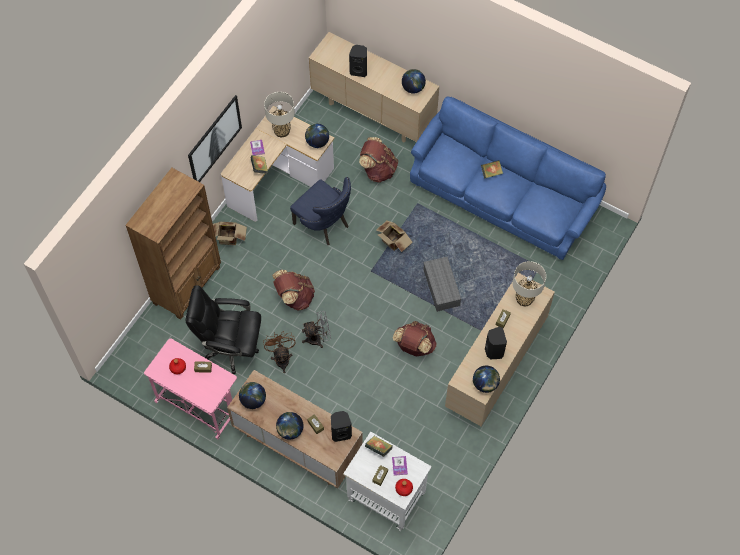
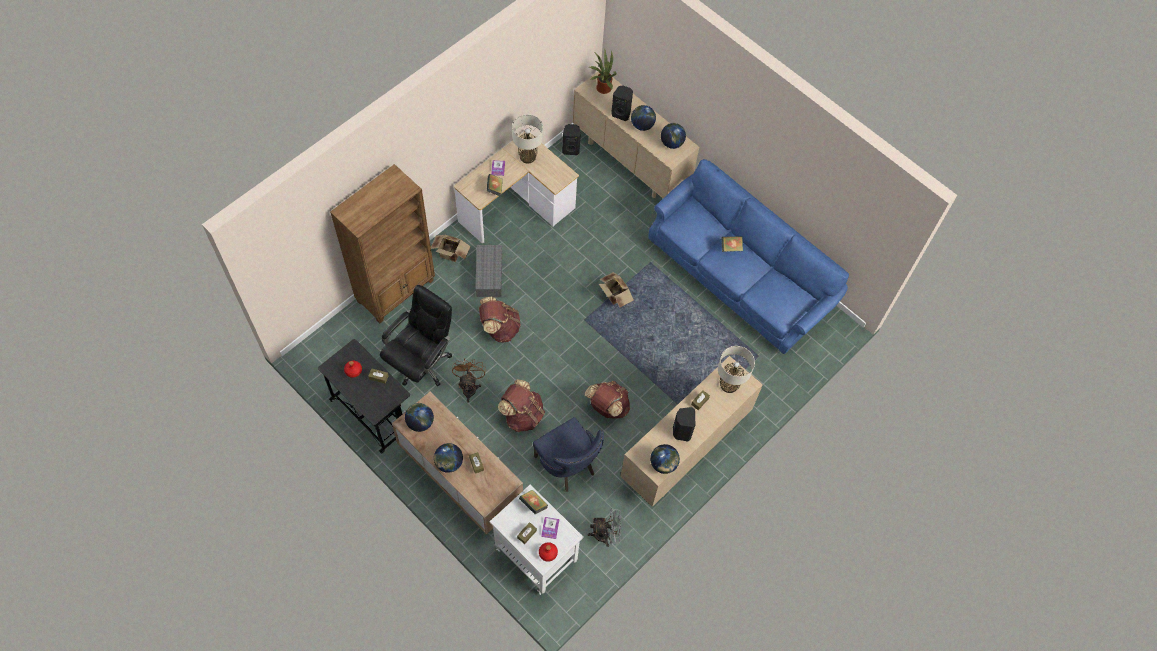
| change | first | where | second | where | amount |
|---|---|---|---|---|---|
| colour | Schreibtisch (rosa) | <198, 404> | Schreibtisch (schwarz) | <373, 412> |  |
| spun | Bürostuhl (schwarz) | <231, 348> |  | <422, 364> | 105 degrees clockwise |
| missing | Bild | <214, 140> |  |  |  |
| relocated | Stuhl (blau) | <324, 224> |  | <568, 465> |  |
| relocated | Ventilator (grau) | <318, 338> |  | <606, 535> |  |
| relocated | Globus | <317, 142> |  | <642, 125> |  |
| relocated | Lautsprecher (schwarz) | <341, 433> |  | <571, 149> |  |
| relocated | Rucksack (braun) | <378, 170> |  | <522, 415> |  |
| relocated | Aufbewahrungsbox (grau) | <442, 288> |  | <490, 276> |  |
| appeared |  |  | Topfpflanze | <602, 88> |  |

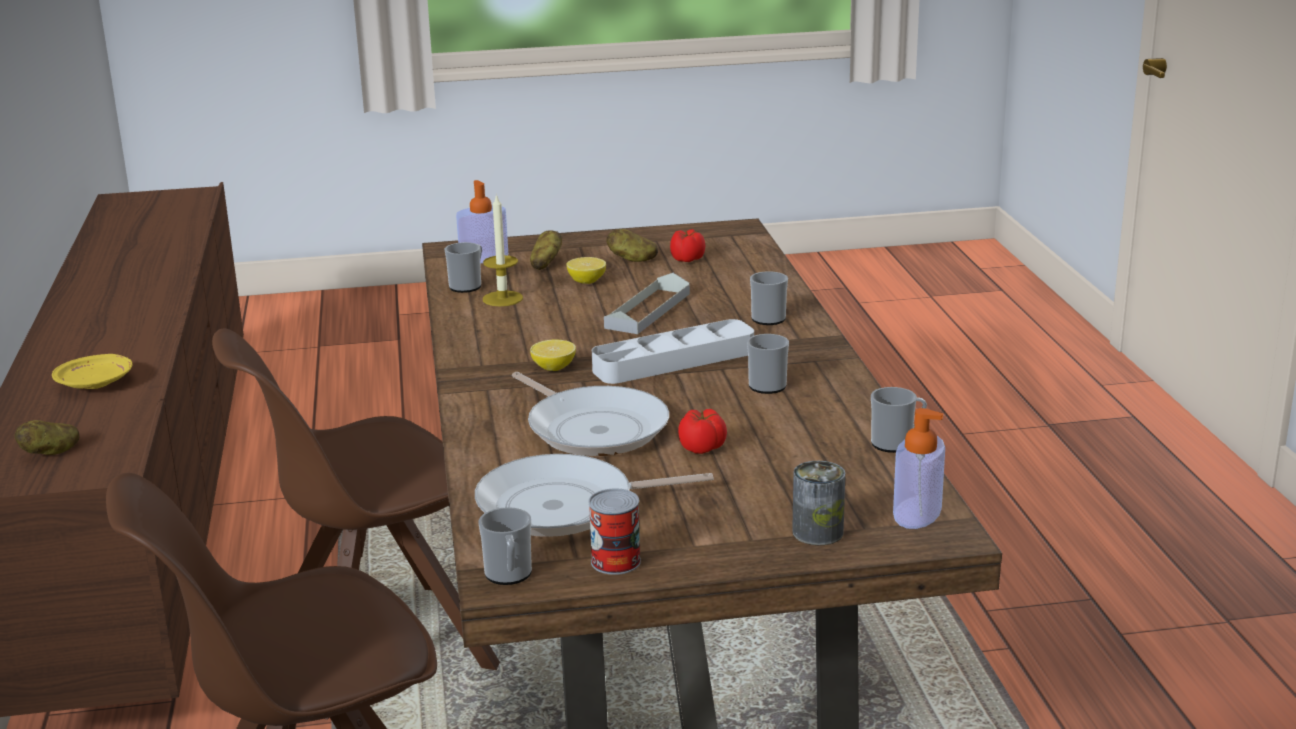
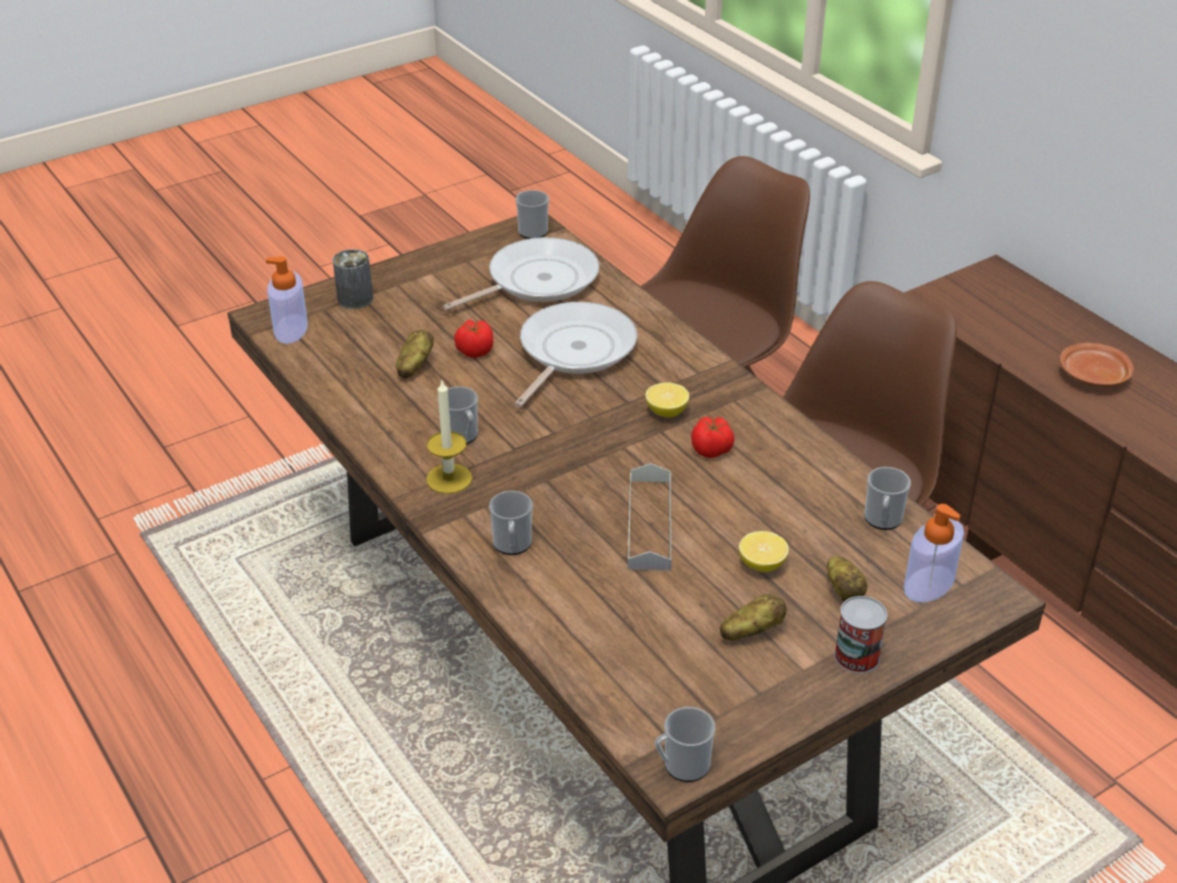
| change | first | where | second | where | amount |
|---|---|---|---|---|---|
| relocated | Kartoffel | <50, 452> |  | <414, 366> |  |
| colour | Teller (gelb) | <96, 383> | Teller (braun) | <1093, 376> |  |
| relocated | Kerze | <502, 298> |  | <449, 478> |  |
| spun | Pfanne | <593, 428> |  | <573, 351> | 90 degrees clockwise |
| relocated | Dose | <615, 561> |  | <856, 656> |  |
| missing | Tablett (grau) | <674, 360> |  |  |  |
| relocated | Tomate | <686, 259> |  | <712, 450> |  |
| relocated | Henkelbecher | <896, 443> |  | <682, 766> |  |

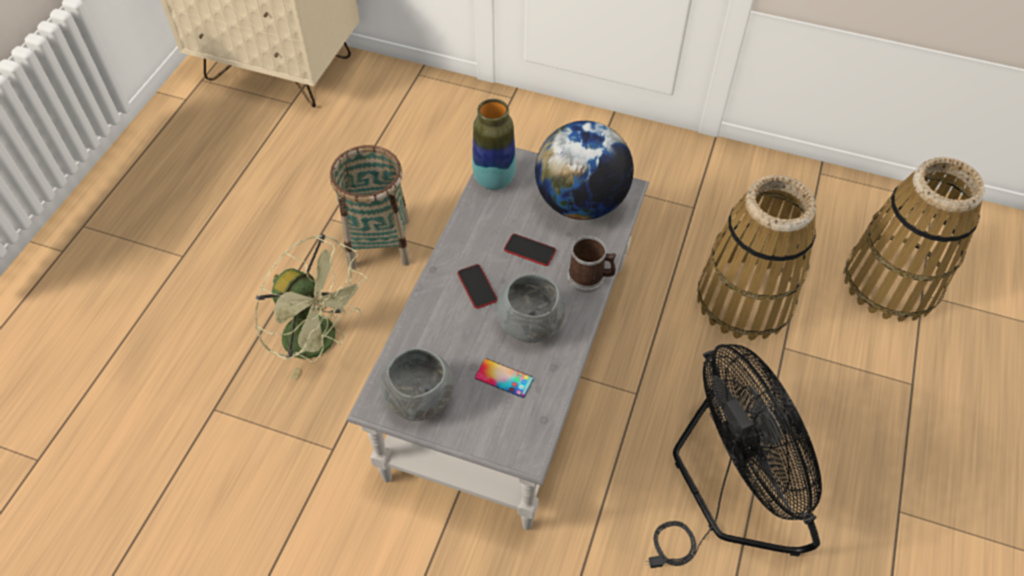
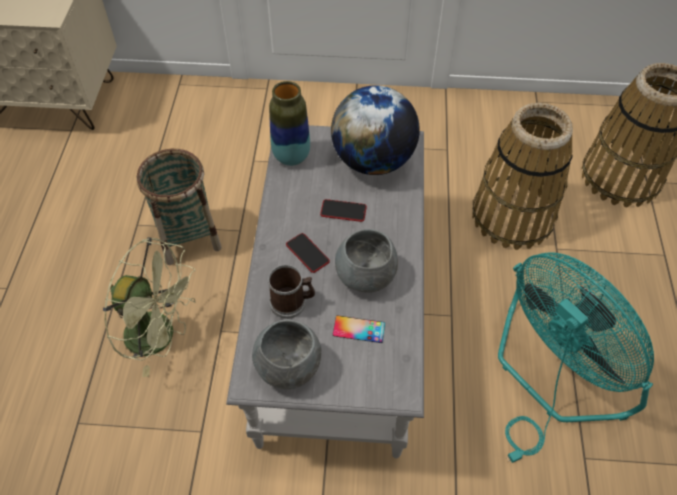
| change | first | where | second | where | amount |
|---|---|---|---|---|---|
| relocated | Henkelbecher | <590, 278> |  | <292, 302> |  |
| colour | Ventilator (schwarz) | <720, 492> | Ventilator (türkis) | <547, 382> |  |

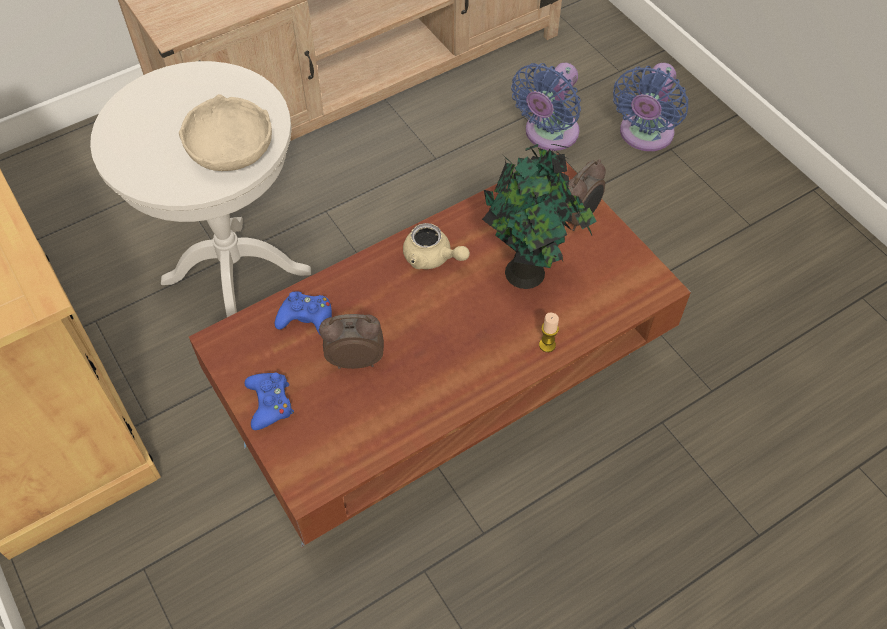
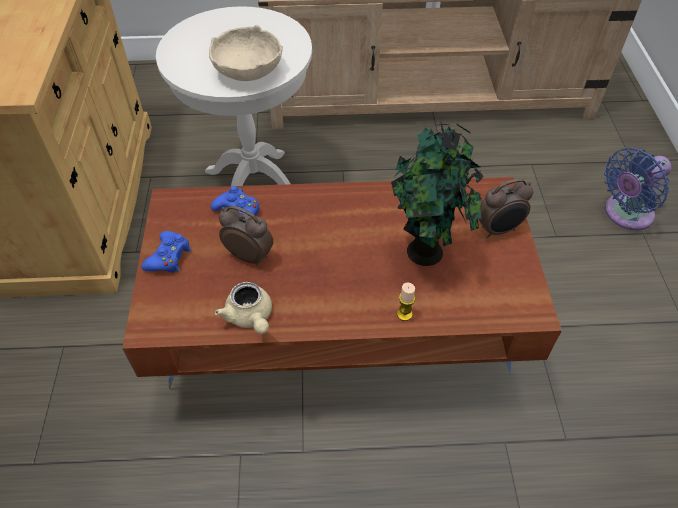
| change | first | where | second | where | amount |
|---|---|---|---|---|---|
| relocated | Teekanne (beige) | <432, 258> |  | <250, 317> |  |
| missing | Ventilator (blau) | <548, 135> |  |  |  |

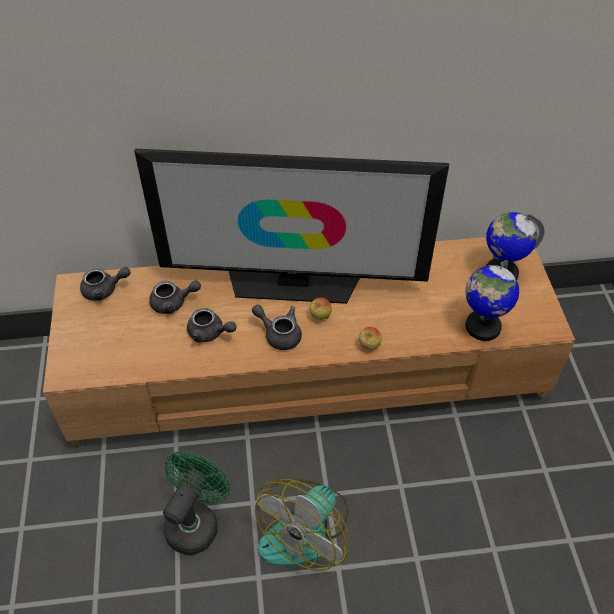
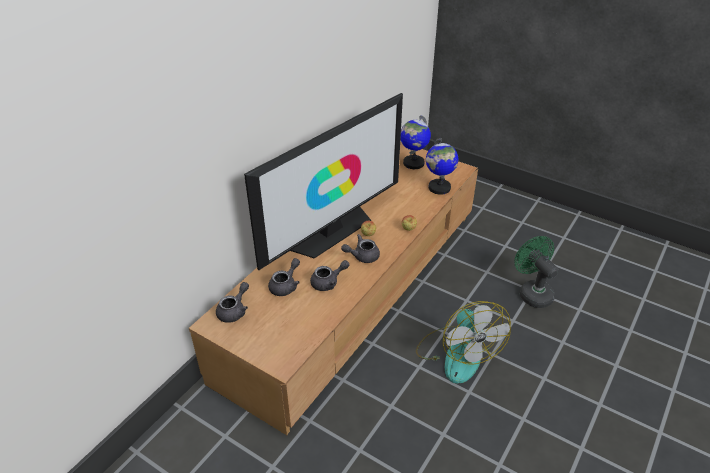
| change | first | where | second | where | amount |
|---|---|---|---|---|---|
| relocated | Ventilator (grün) | <196, 521> |  | <532, 292> |  |

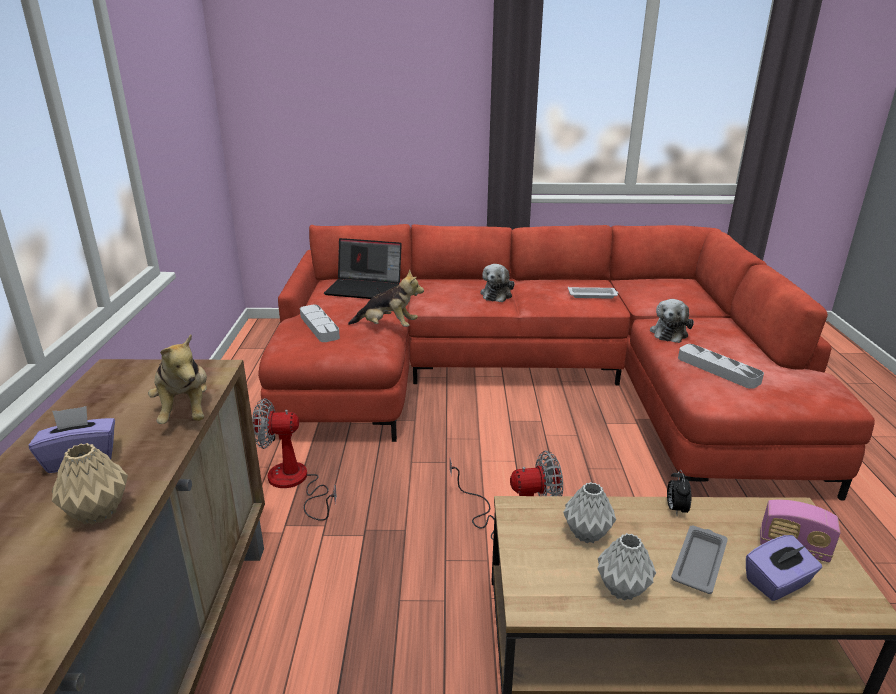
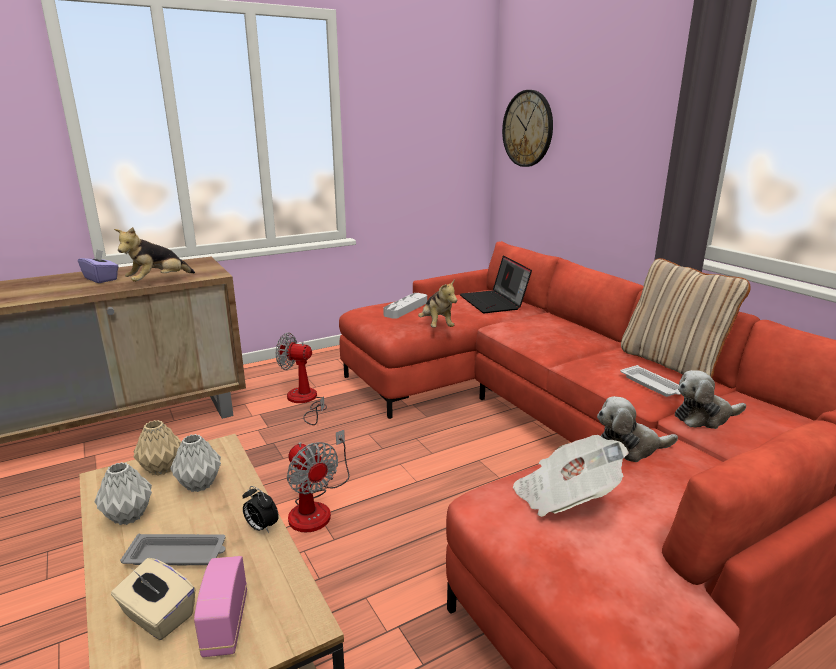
| change | first | where | second | where | amount |
|---|---|---|---|---|---|
| relocated | Vase (beige) | <99, 513> |  | <161, 469> |  |
| spun | Ventilator | <295, 483> |  | <305, 401> | 45 degrees counterclockwise |
| relocated | Plüschtier | <497, 294> |  | <704, 417> |  |
| spun | Wecker | <675, 509> |  | <261, 527> | 120 degrees counterclockwise |
| exchanged | Tablett (grau) | <718, 370> | Zeitung | <565, 497> |  |
| colour | Taschentuchbox (lila) | <778, 583> | Taschentuchbox (beige) | <157, 616> |  |
| appeared |  |  | Wanduhr | <528, 129> |  |
| appeared |  |  | Kissen (beige) | <672, 364> |  |

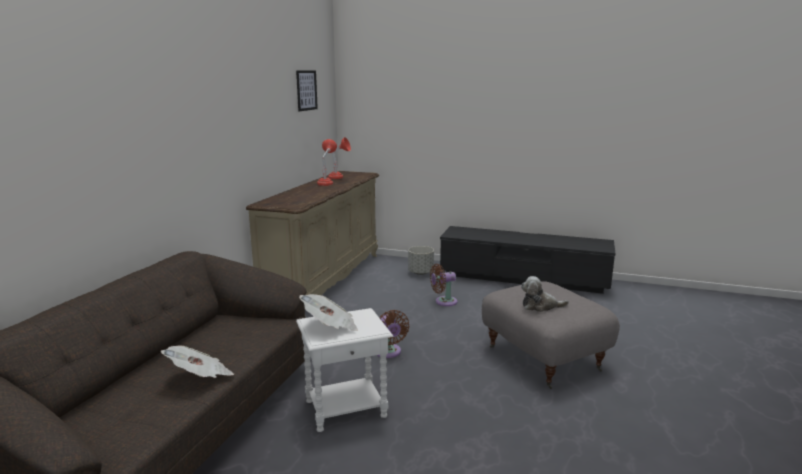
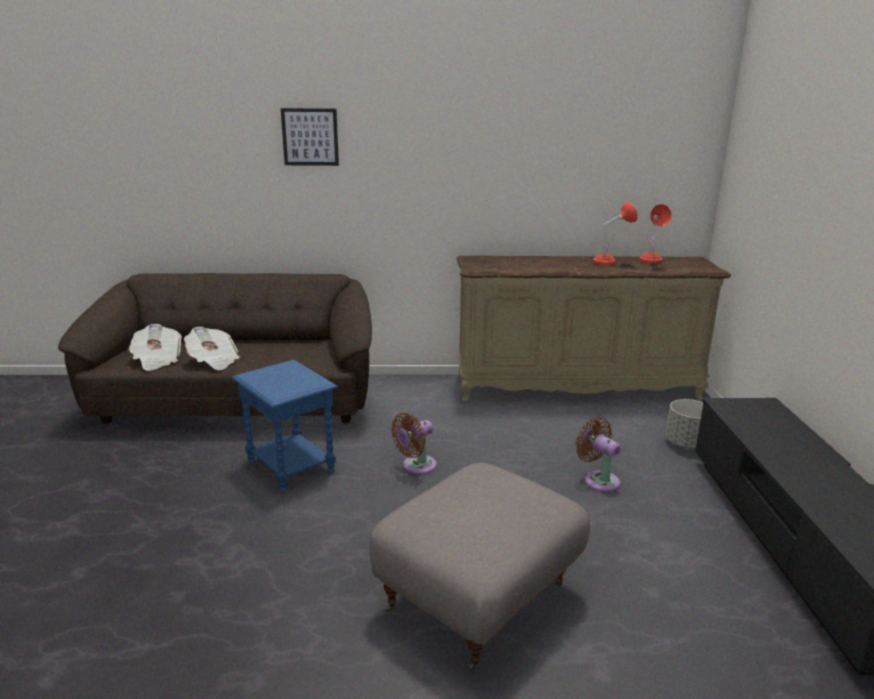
| change | first | where | second | where | amount |
|---|---|---|---|---|---|
| relocated | Bild | <306, 90> |  | <310, 137> |  |
| colour | Beistelltisch (weiß) | <345, 407> | Beistelltisch (blau) | <292, 465> |  |
| relocated | Zeitung | <330, 326> |  | <157, 360> |  |
| missing | Plüschtier | <540, 306> |  |  |  |

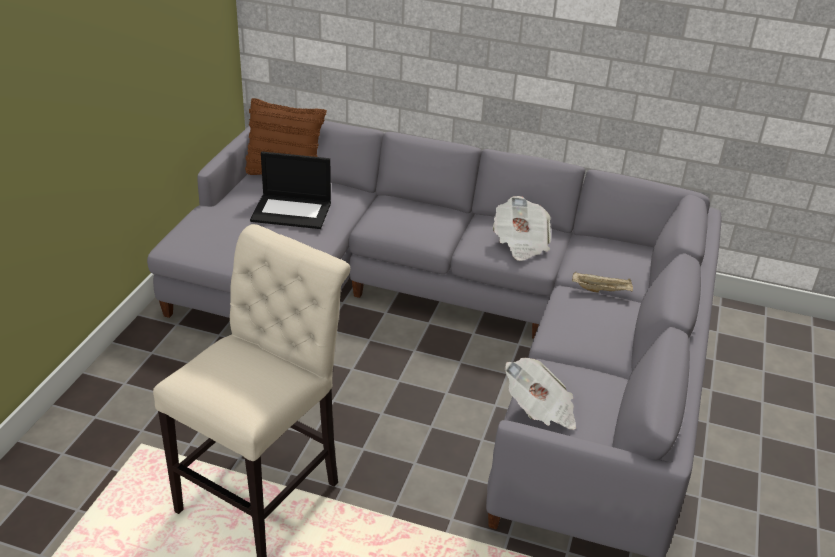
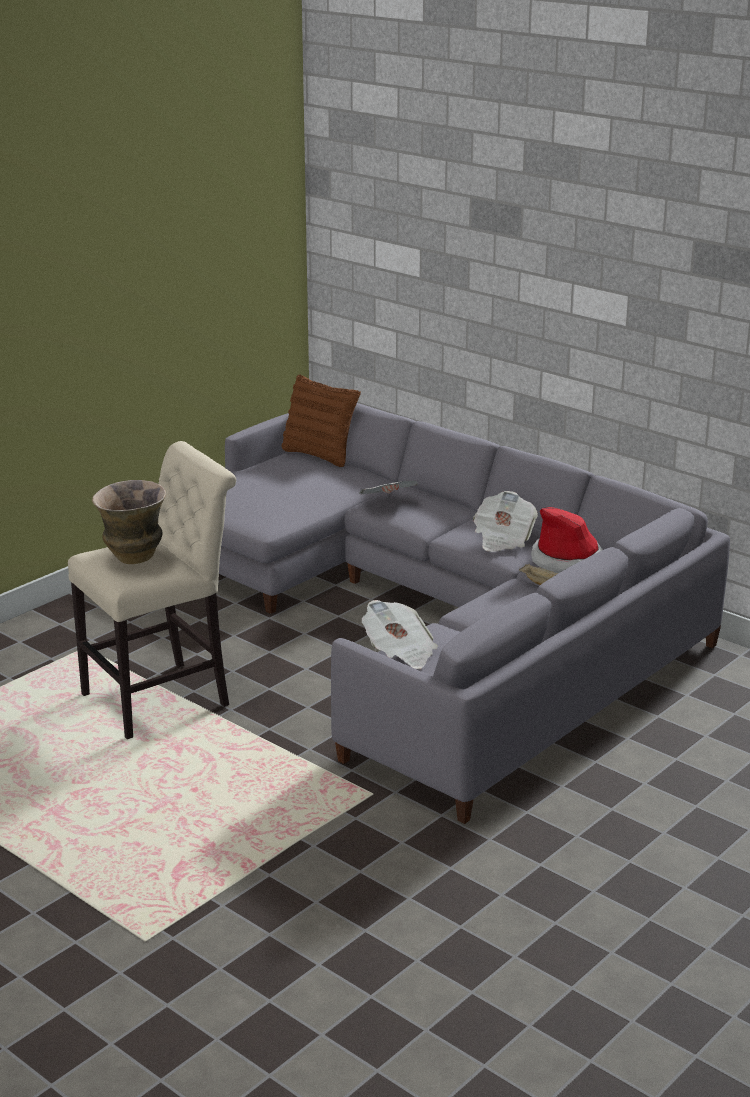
| change | first | where | second | where | amount |
|---|---|---|---|---|---|
| missing | Laptop | <292, 211> |  |  |  |
| appeared |  |  | Vase | <134, 558> |  |
| appeared |  |  | Zeitung | <387, 503> |  |
| appeared |  |  | Hut | <567, 560> |  |

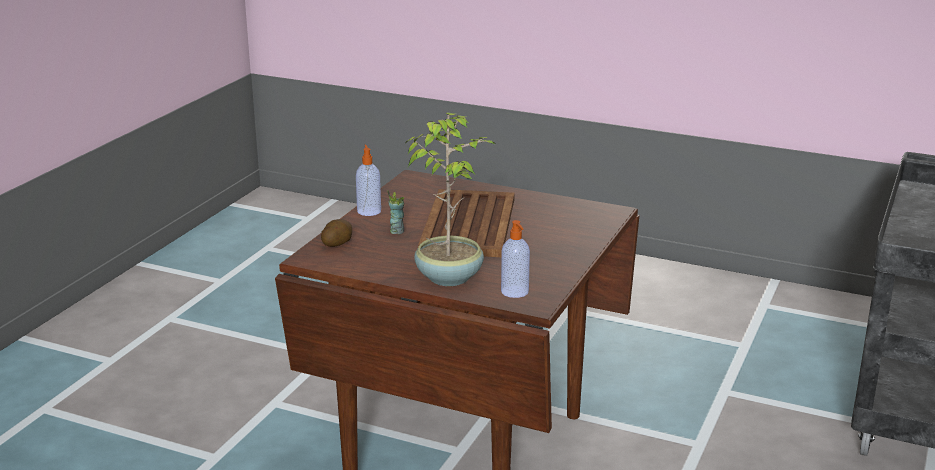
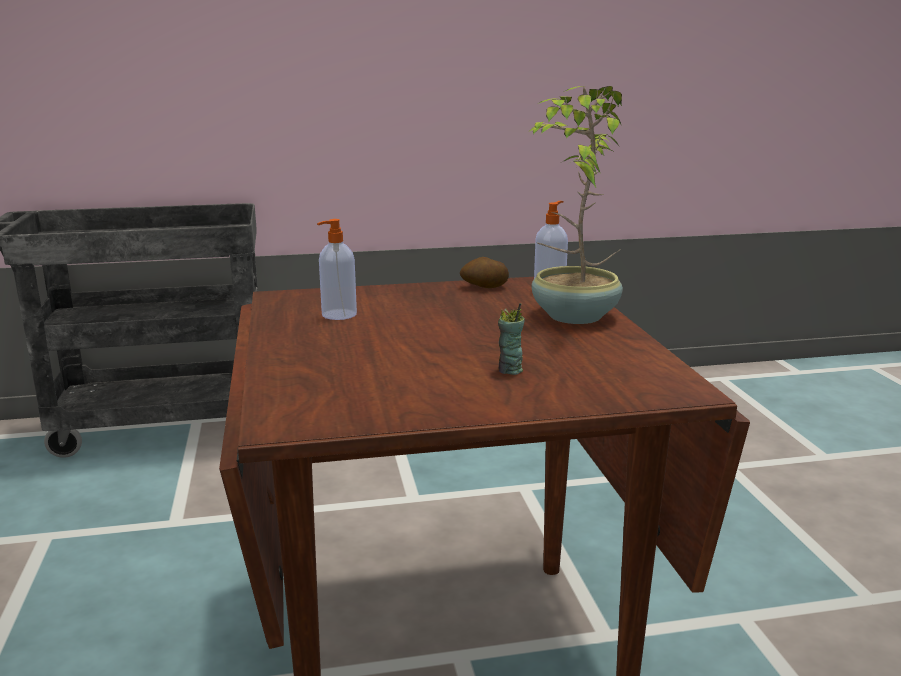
| change | first | where | second | where | amount |
|---|---|---|---|---|---|
| relocated | Kartoffel | <337, 243> |  | <484, 287> |  |
| relocated | Seifenspender | <369, 211> |  | <338, 315> |  |
| missing | Tablett (braun) | <469, 224> |  |  |  |

